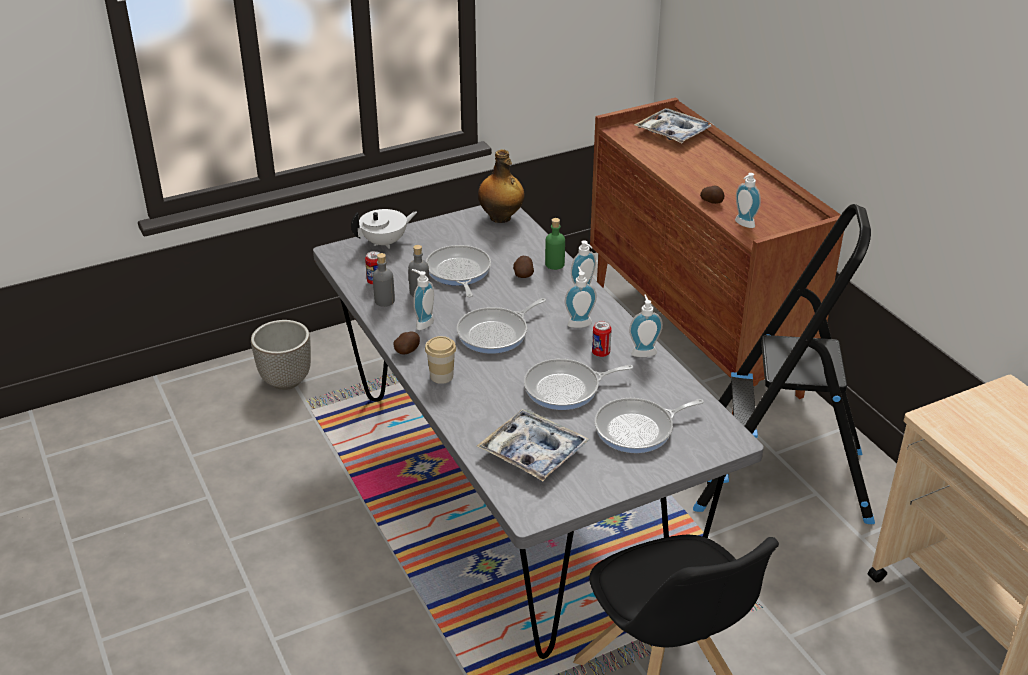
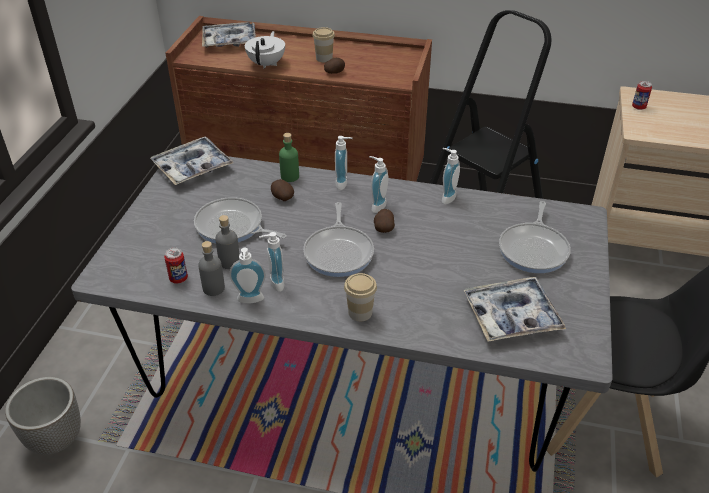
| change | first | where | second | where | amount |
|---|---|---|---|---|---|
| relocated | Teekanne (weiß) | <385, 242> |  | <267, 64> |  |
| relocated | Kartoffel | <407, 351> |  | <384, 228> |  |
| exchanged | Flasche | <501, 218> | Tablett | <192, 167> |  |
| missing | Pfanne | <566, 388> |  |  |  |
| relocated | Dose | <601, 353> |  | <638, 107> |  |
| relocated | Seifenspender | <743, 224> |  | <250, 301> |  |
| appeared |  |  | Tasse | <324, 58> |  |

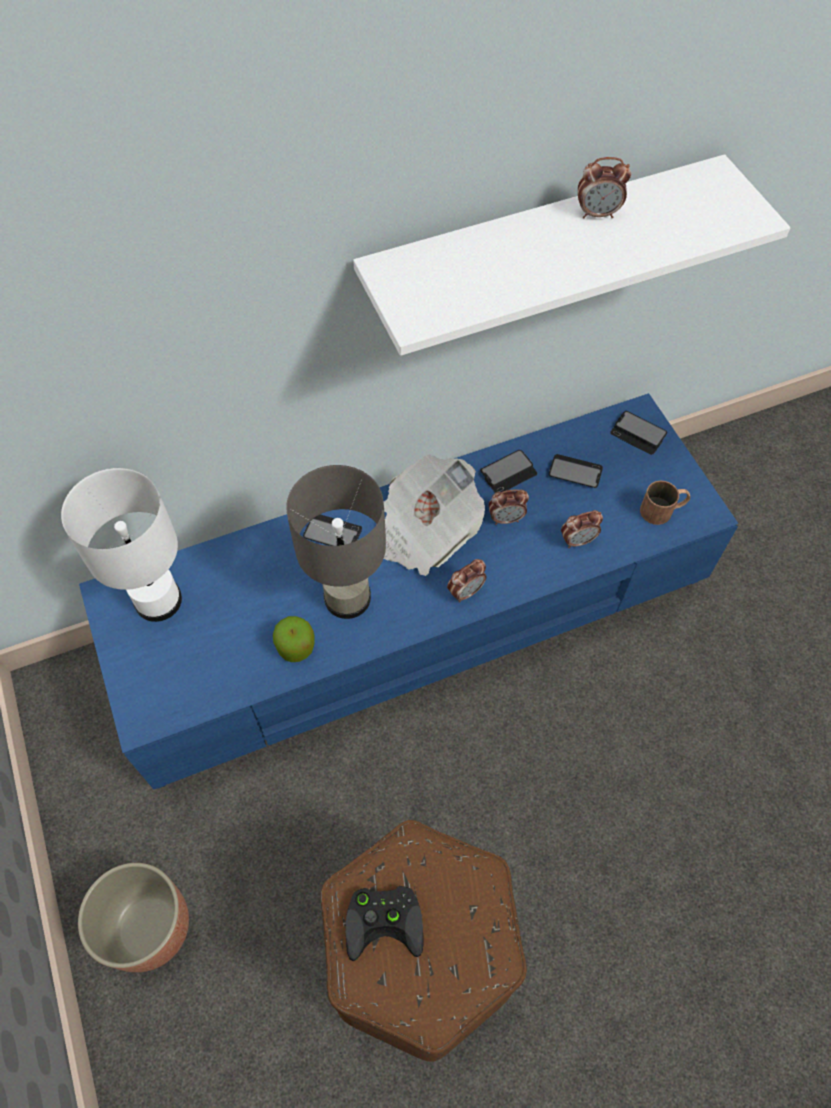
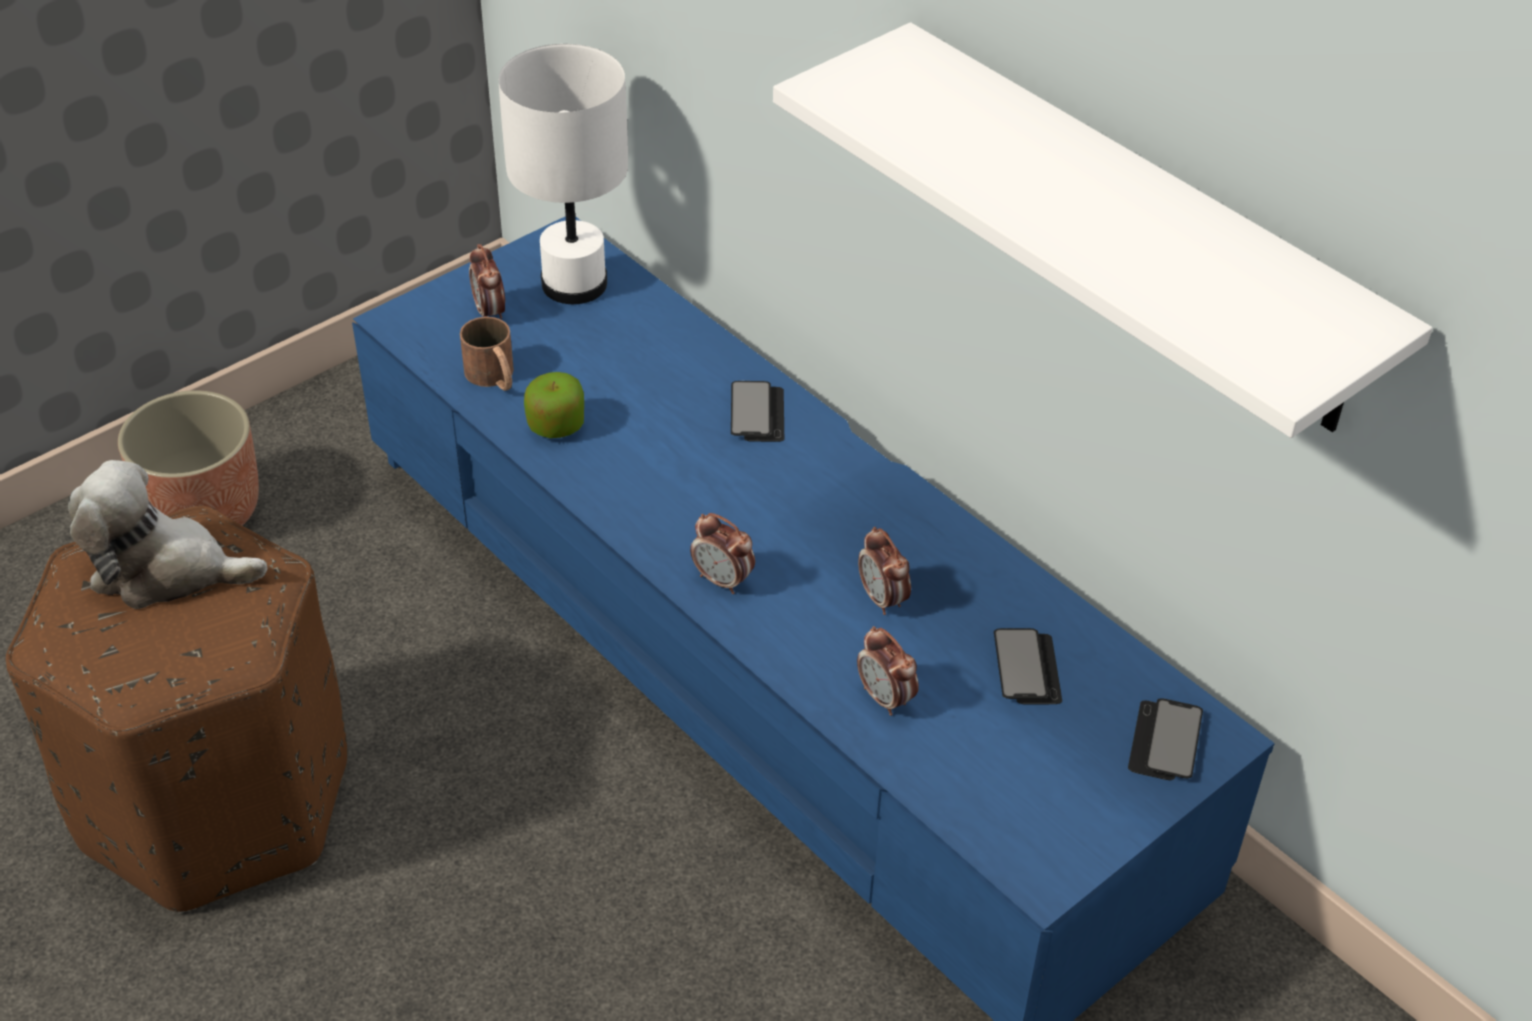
| change | first | where | second | where | amount |
|---|---|---|---|---|---|
| missing | Tischlampe (grau) | <347, 597> |  |  |  |
| exchanged | Gamepad (schwarz) | <386, 920> | Plüschtier | <165, 570> |  |
| missing | Zeitung | <424, 531> |  |  |  |
| missing | Handy | <508, 473> |  |  |  |
| relocated | Wecker | <597, 214> |  | <490, 312> |  |
| relocated | Henkelbecher (braun) | <663, 510> |  | <494, 378> |  |

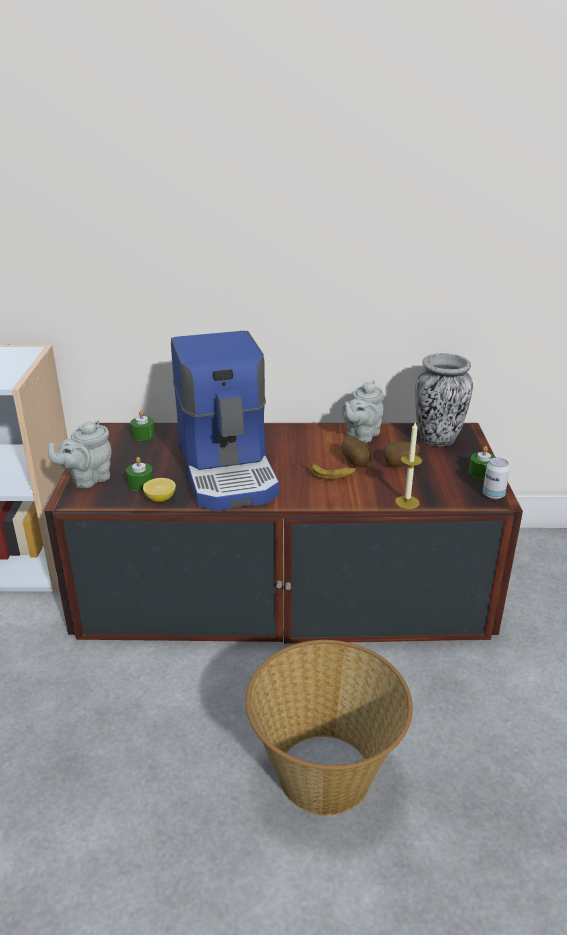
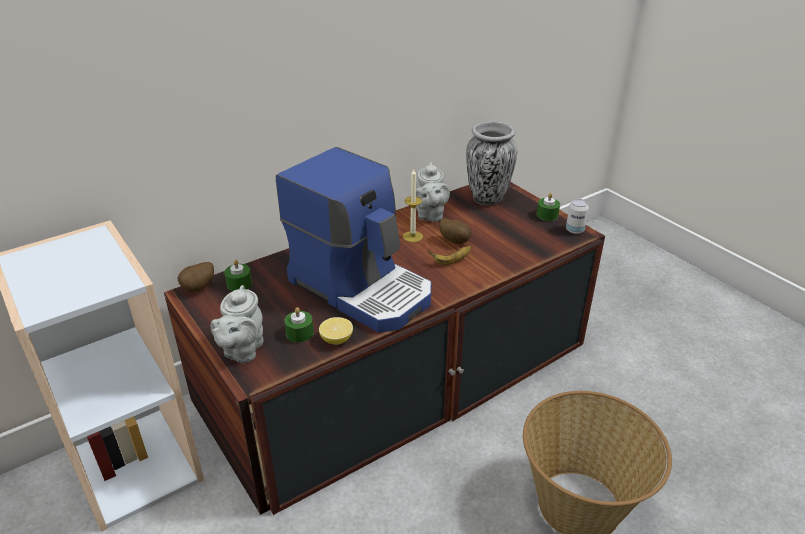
| change | first | where | second | where | amount |
|---|---|---|---|---|---|
| relocated | Kartoffel | <399, 466> |  | <199, 289> |  |
| relocated | Kerze | <407, 502> |  | <412, 236> |  |

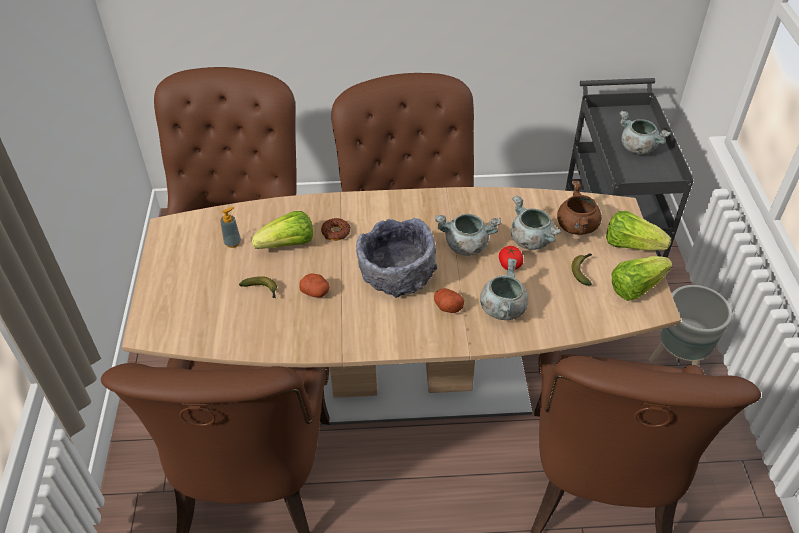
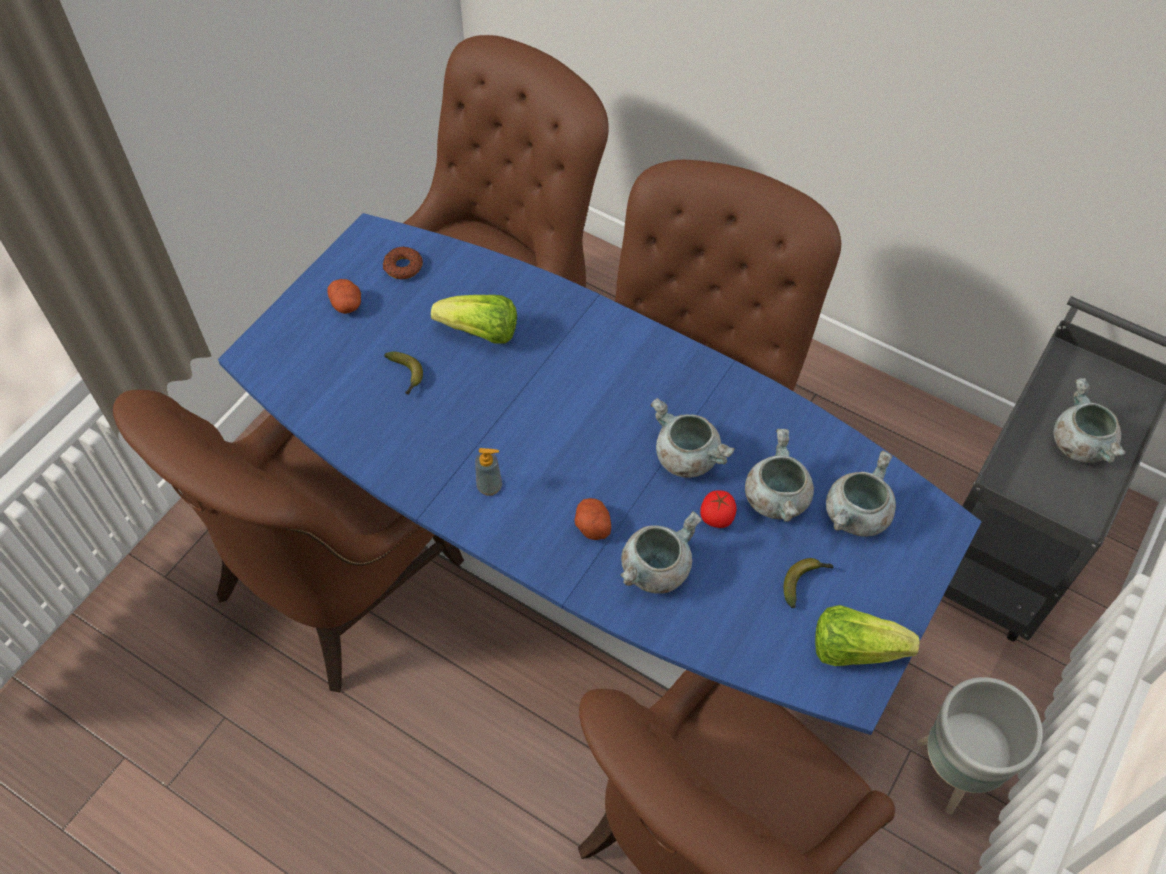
| change | first | where | second | where | amount |
|---|---|---|---|---|---|
| colour | Esstisch (braun) | <401, 378> | Esstisch (blau) | <583, 563> |  |
| relocated | Seifenspender | <232, 243> |  | <489, 486> |  |
| relocated | Kartoffel | <316, 292> |  | <347, 304> |  |
| relocated | Donut | <336, 232> |  | <403, 267> |  |
| missing | Schüssel (grau) | <397, 275> |  |  |  |
| colour | Kochtopf (braun) | <577, 227> | Kochtopf (grau) | <856, 516> |  |
| missing | Salatkopf | <631, 244> |  |  |  |

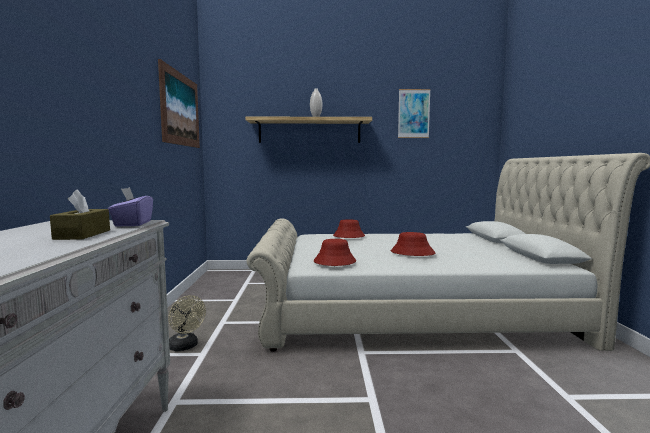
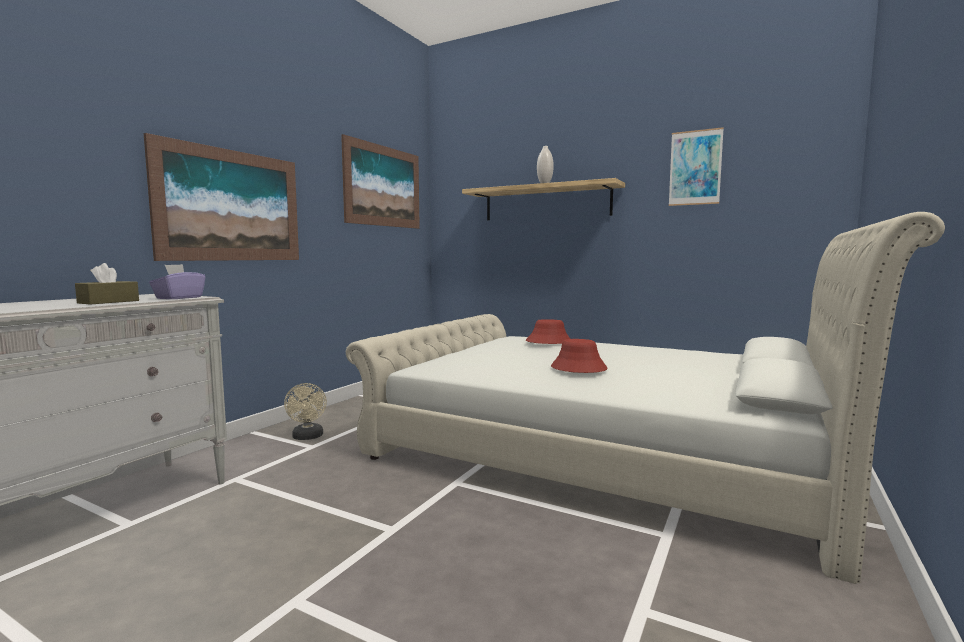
| change | first | where | second | where | amount |
|---|---|---|---|---|---|
| missing | Hut (rot) | <334, 261> |  |  |  |
| appeared |  |  | Bild | <231, 205> |  |

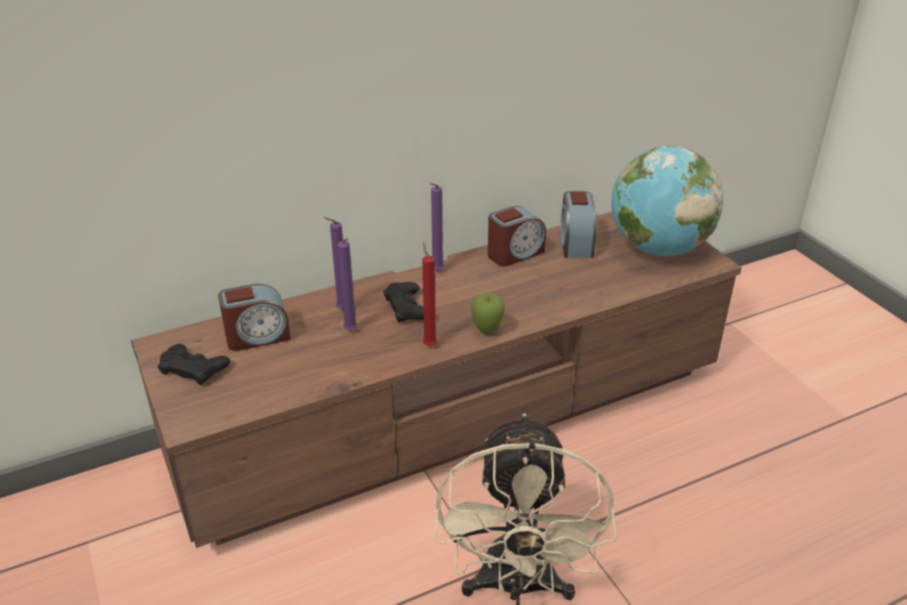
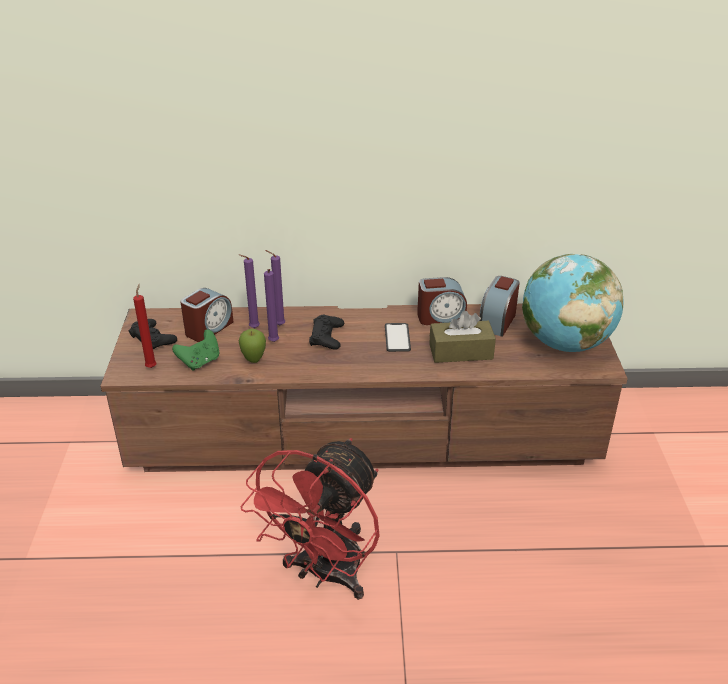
| change | first | where | second | where | amount |
|---|---|---|---|---|---|
| spun | Wecker | <257, 337> |  | <208, 328> | 60 degrees counterclockwise |
| relocated | Kerze (rot) | <429, 344> |  | <152, 366> |  |
| relocated | Kerze (lila) | <436, 271> |  | <252, 328> |  |
| colour | Ventilator (beige) | <517, 587> | Ventilator (rot) | <325, 575> |  |
| relocated | Apfel | <487, 332> |  | <254, 360> |  |
| appeared |  |  | Gamepad (grün) | <200, 362> |  |
| appeared |  |  | Handy | <397, 338> |  |
| appeared |  |  | Taschentuchbox (braun) | <461, 352> |  |

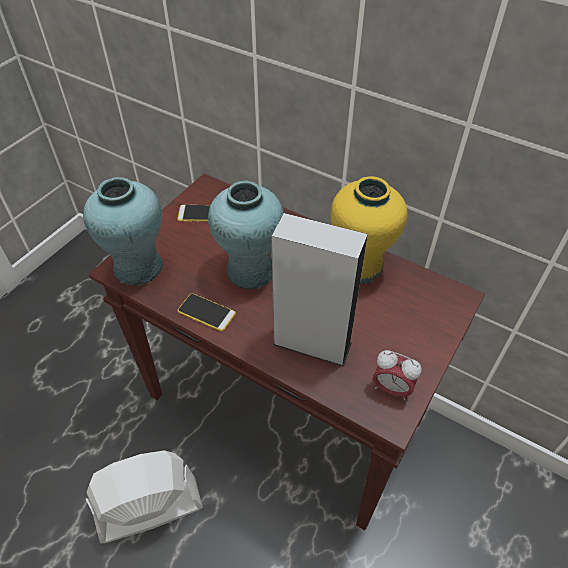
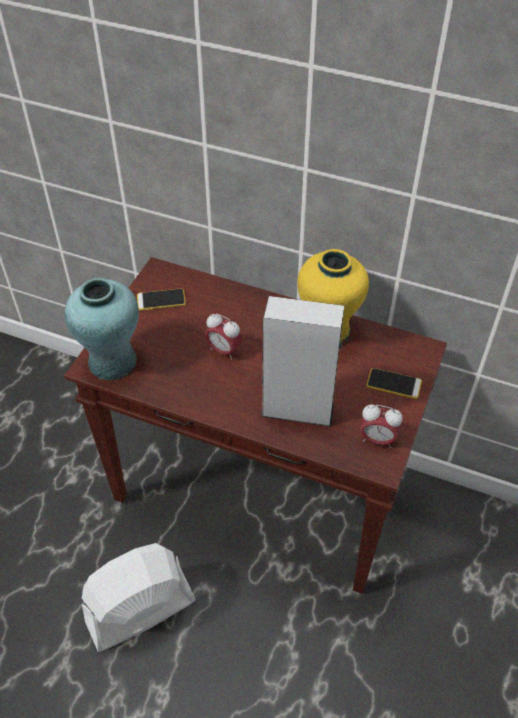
| change | first | where | second | where | amount |
|---|---|---|---|---|---|
| relocated | Handy | <206, 312> |  | <393, 383> |  |
| exchanged | Vase (türkis) | <250, 271> | Wecker | <224, 351> |  |

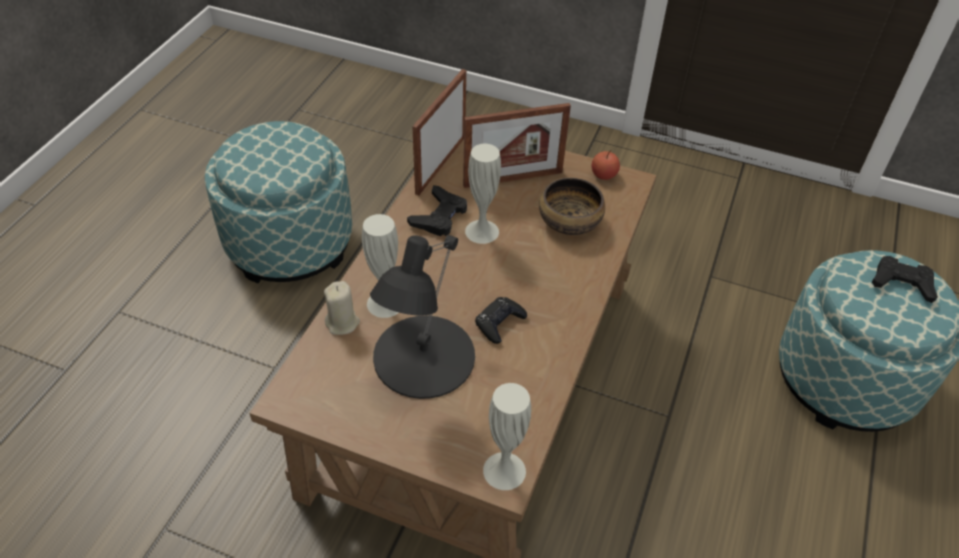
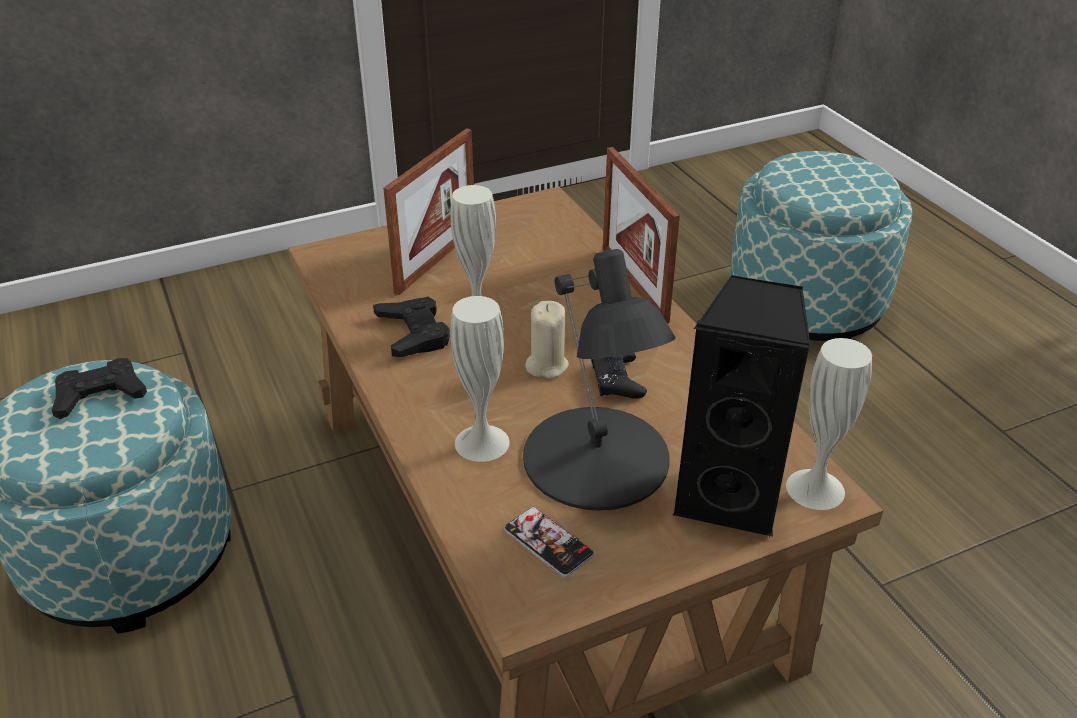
| change | first | where | second | where | amount |
|---|---|---|---|---|---|
| relocated | Kerze (beige) | <342, 323> |  | <546, 365> |  |
| relocated | Bilderrahmen | <441, 164> |  | <634, 284> |  |
| missing | Schüssel | <569, 221> |  |  |  |
| missing | Apfel | <603, 175> |  |  |  |
| relocated | Gamepad (schwarz) | <902, 283> |  | <100, 395> |  |
| appeared |  |  | Handy | <548, 542> |  |
| appeared |  |  | Lautsprecher (schwarz) | <730, 497> |  |

